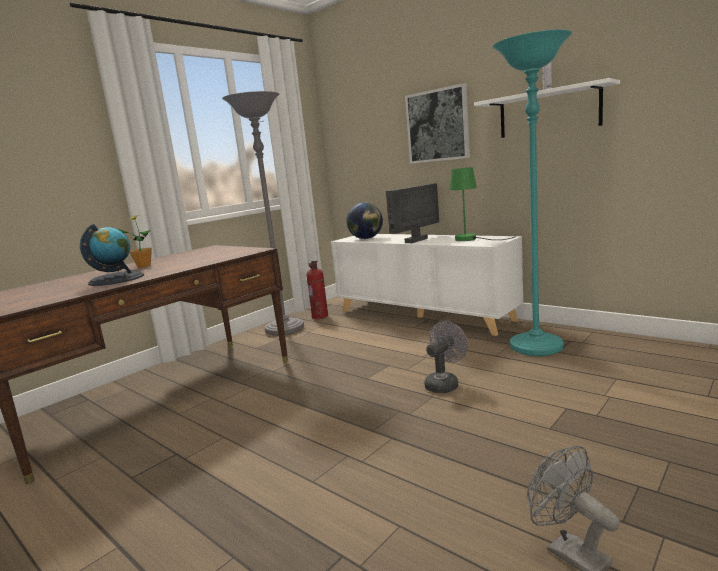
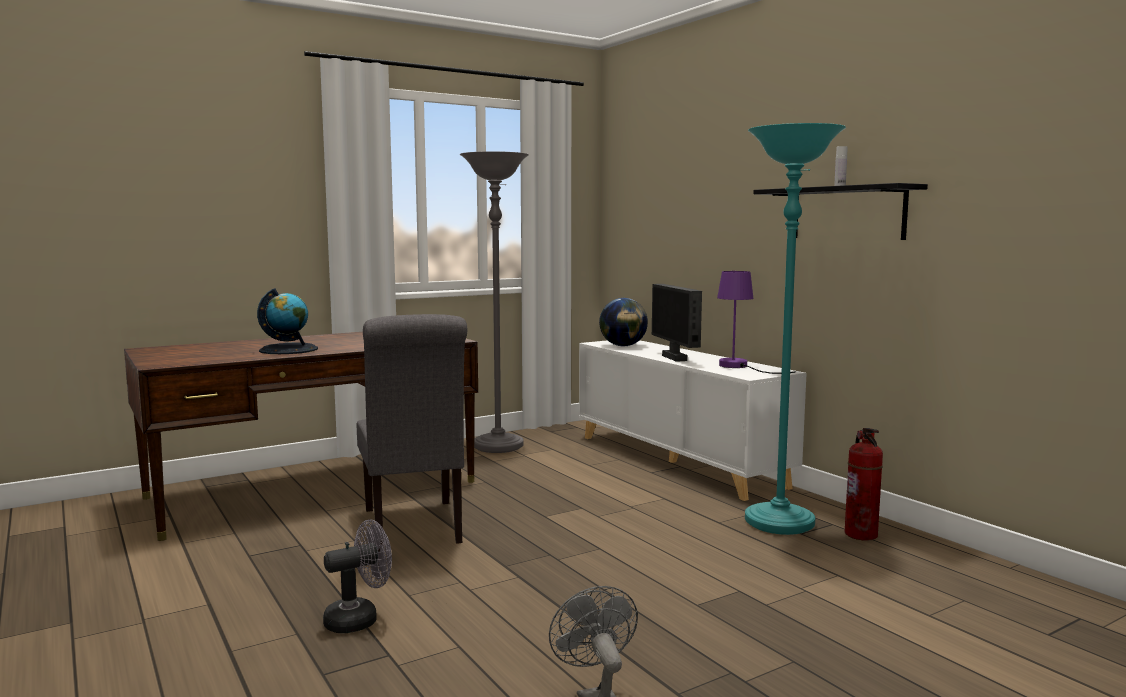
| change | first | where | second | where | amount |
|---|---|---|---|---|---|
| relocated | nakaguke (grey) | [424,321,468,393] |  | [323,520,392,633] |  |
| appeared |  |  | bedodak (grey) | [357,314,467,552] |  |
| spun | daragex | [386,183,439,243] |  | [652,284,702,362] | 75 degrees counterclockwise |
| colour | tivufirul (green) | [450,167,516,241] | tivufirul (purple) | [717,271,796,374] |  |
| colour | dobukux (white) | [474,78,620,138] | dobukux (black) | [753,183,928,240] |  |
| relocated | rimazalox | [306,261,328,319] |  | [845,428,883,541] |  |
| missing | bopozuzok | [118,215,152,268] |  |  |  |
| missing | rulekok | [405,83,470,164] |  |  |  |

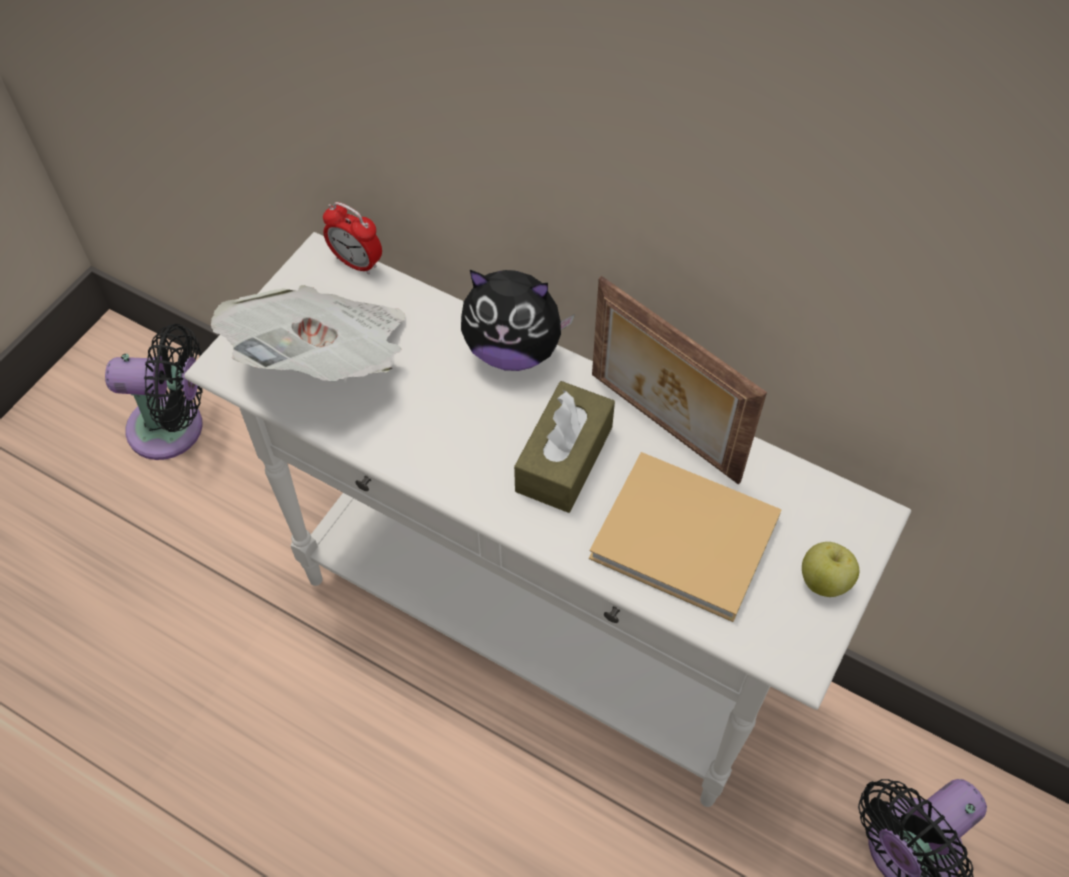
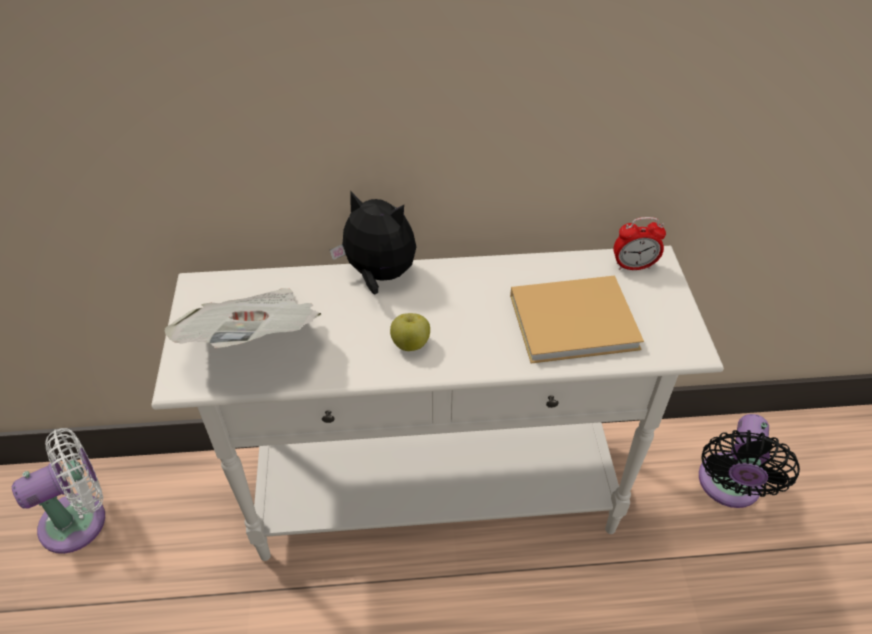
| change | first | where | second | where | amount |
|---|---|---|---|---|---|
| colour | nakaguke (black) | [105,324,203,460] | nakaguke (white) | [12,428,105,554] |  |
| spun | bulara | [461,270,575,371] |  | [330,190,416,294] | 135 degrees counterclockwise |
| relocated | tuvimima | [802,542,859,597] |  | [390,313,430,351] |  |
| relocated | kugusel | [323,202,382,275] |  | [613,217,666,270] |  |
| missing | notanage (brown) | [514,381,615,513] |  |  |  |
| missing | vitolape | [592,276,767,484] |  |  |  |

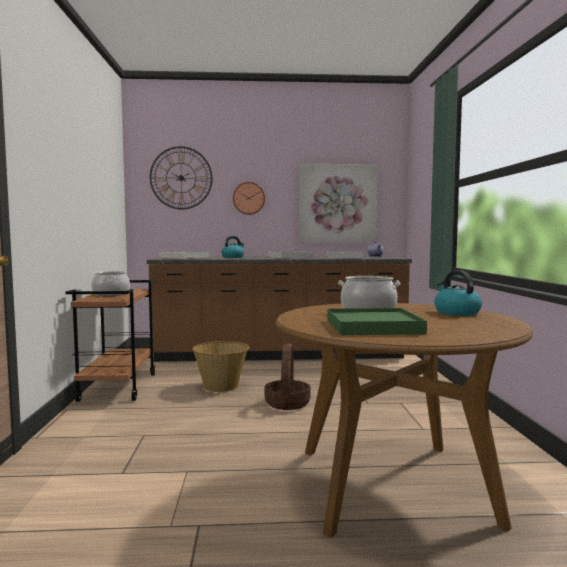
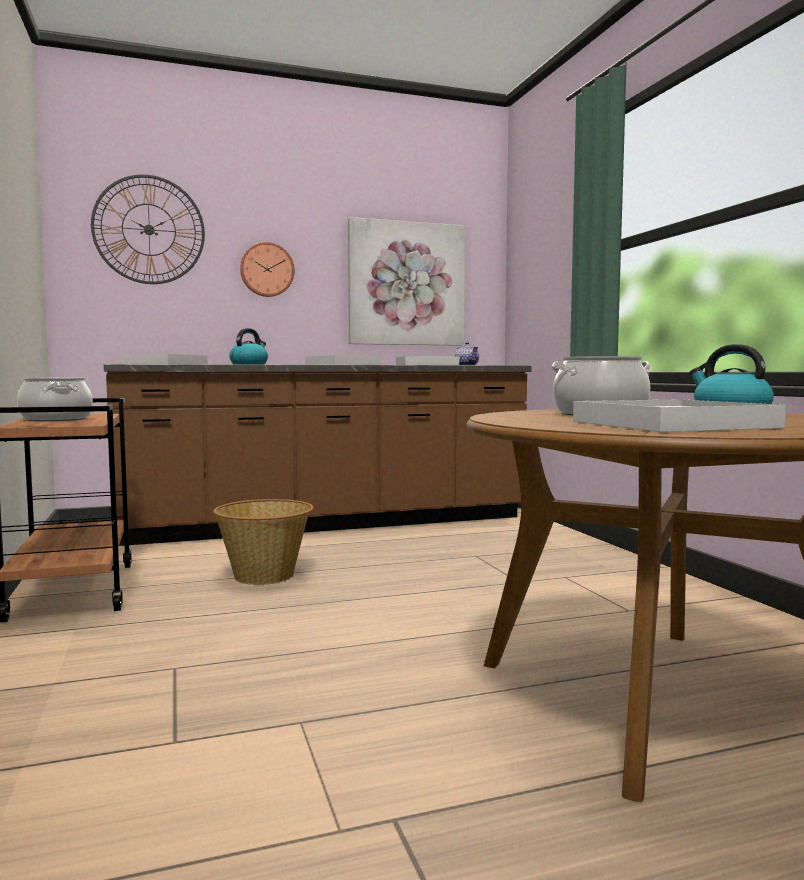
| change | first | where | second | where | amount |
|---|---|---|---|---|---|
| colour | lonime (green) | [327,308,427,335] | lonime (white) | [573,399,786,432] |  |
| missing | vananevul | [265,344,311,410] |  |  |  |

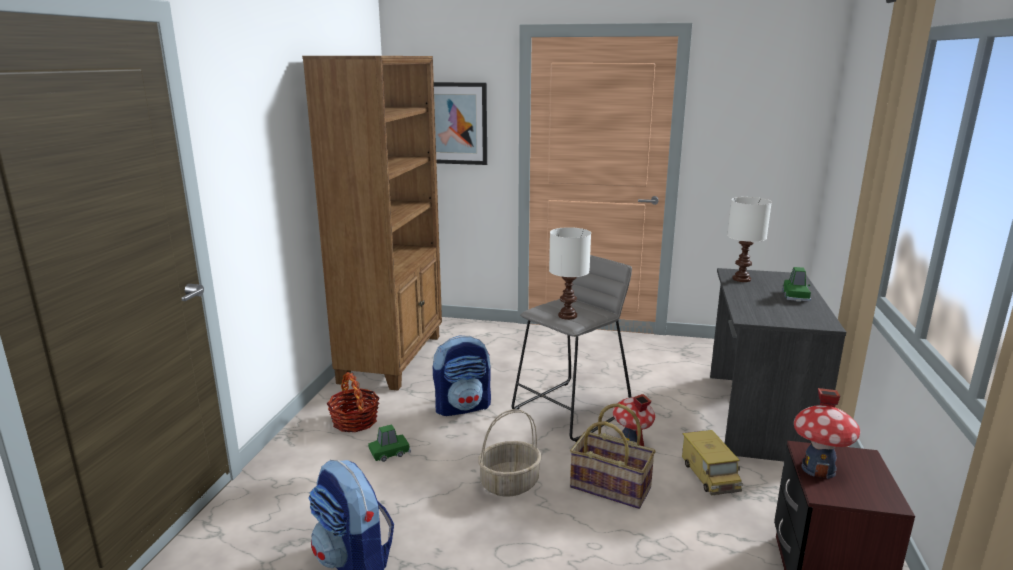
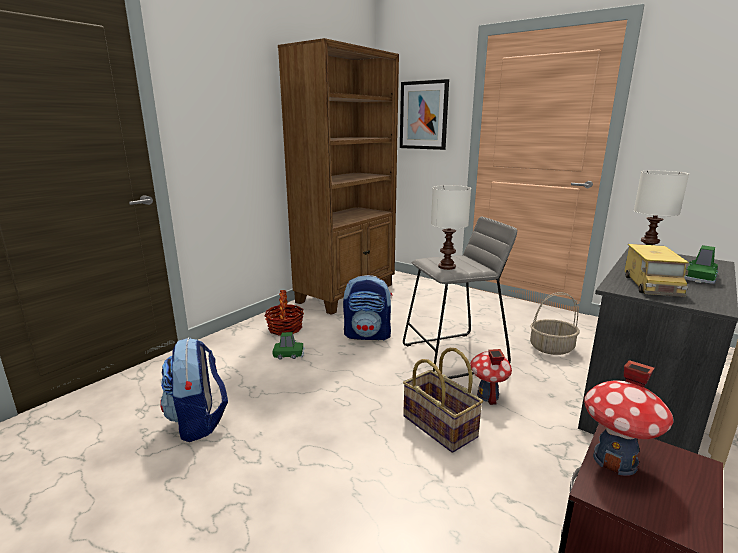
| change | first | where | second | where | amount |
|---|---|---|---|---|---|
| relocated | vananevul | [478,409,541,497] |  | [530,292,580,355] |  |
| relocated | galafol | [682,430,743,496] |  | [624,244,689,297] |  |

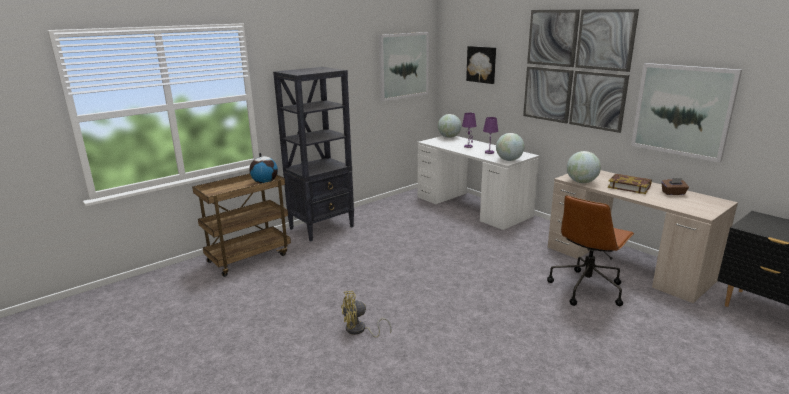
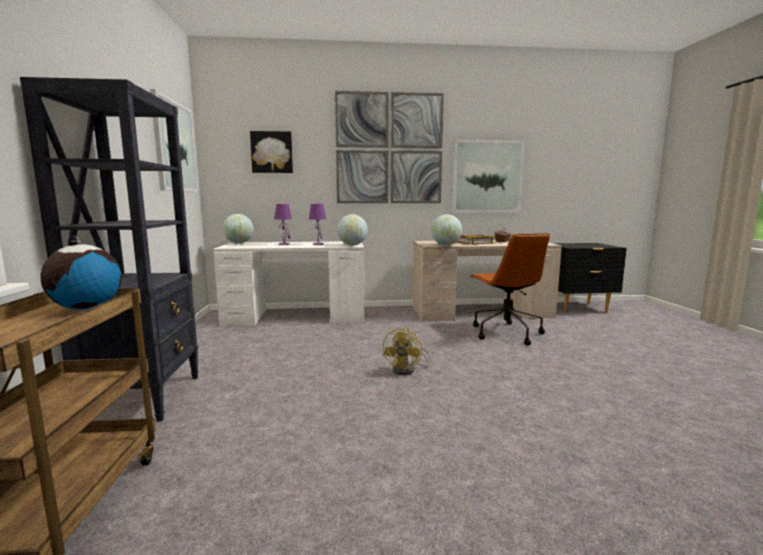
| change | first | where | second | where | amount |
|---|---|---|---|---|---|
| relocated | nakaguke (yellow) | [341,291,392,338] |  | [383,327,430,375] |  |

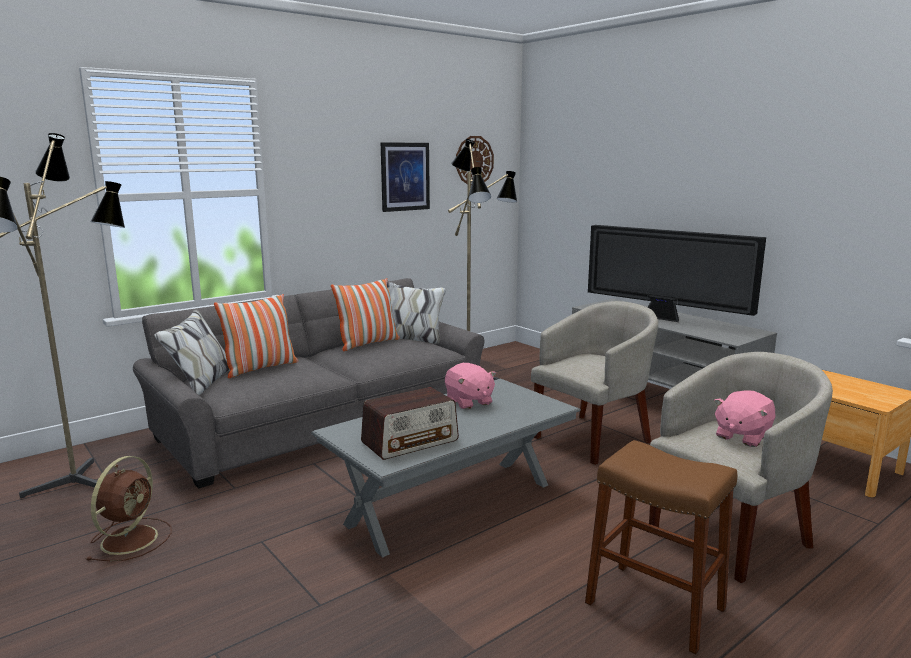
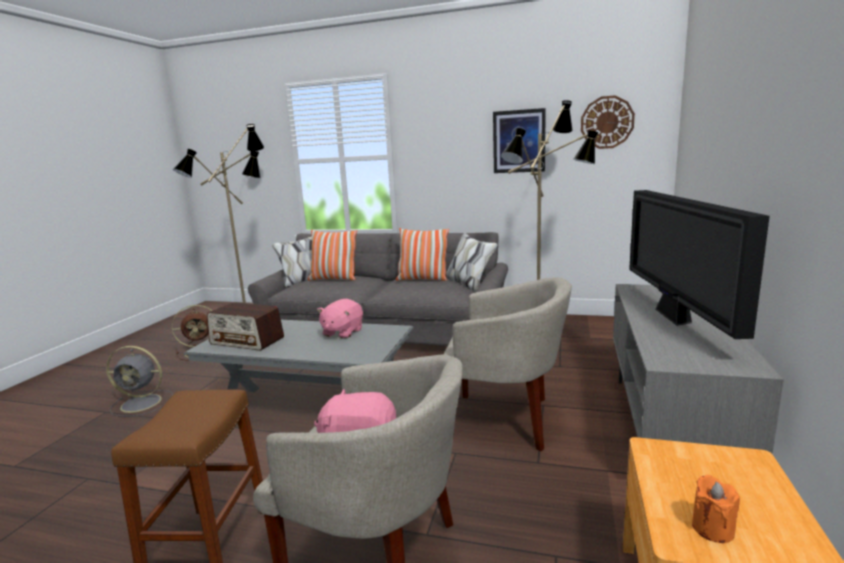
| change | first | where | second | where | amount |
|---|---|---|---|---|---|
| appeared |  |  | nakaguke (grey) | [106,346,173,417] |  |
| appeared |  |  | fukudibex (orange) | [692,475,740,543] |  |

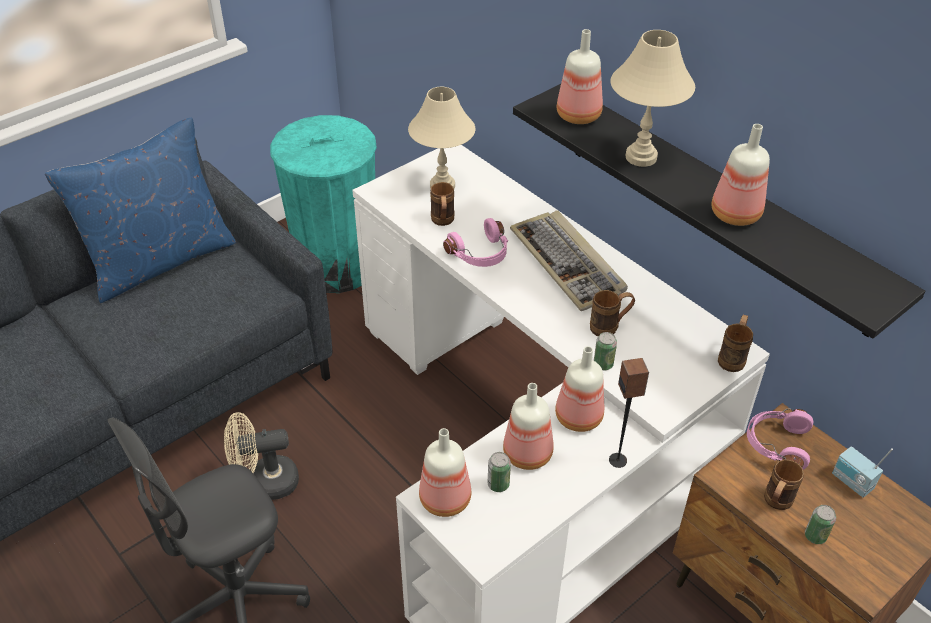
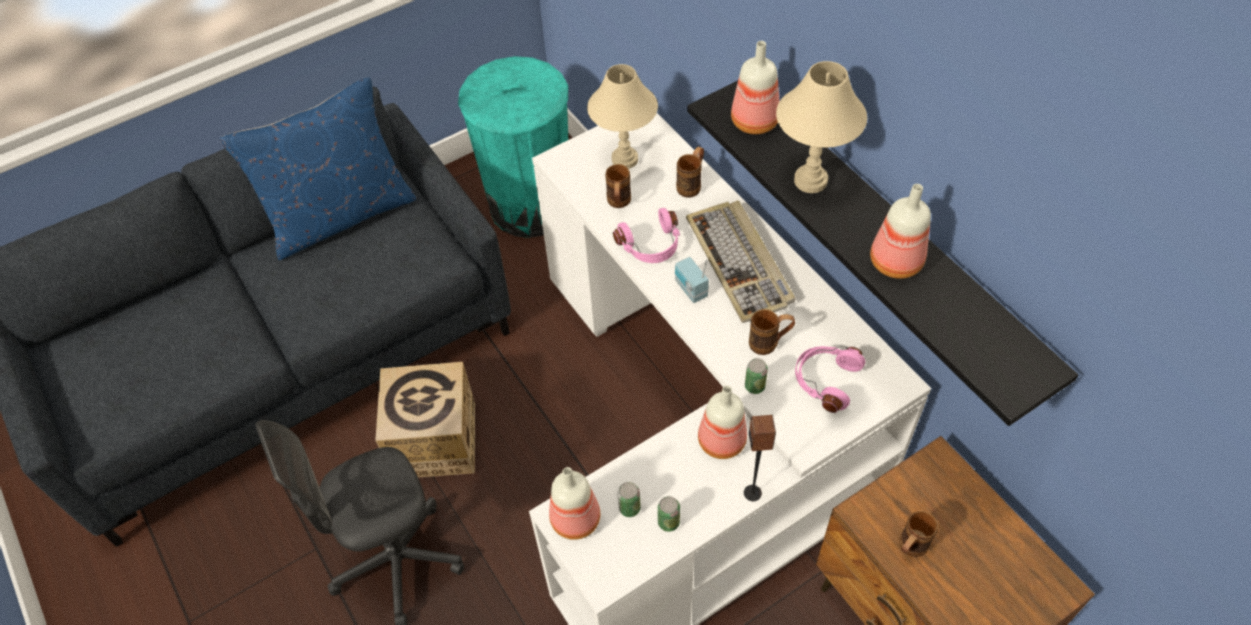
| change | first | where | second | where | amount |
|---|---|---|---|---|---|
| exchanged | nakaguke (beige) | [224,412,299,500] | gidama | [375,362,475,477] |  |
| relocated | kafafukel | [805,505,836,544] |  | [658,496,680,532] |  |
| relocated | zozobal | [832,446,893,498] |  | [675,257,709,303] |  |
| relocated | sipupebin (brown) | [718,315,753,372] |  | [676,146,704,198] |  |
| relocated | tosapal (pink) | [747,408,813,470] |  | [795,345,865,413] |  |
| missing | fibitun | [503,383,554,470] |  |  |  |

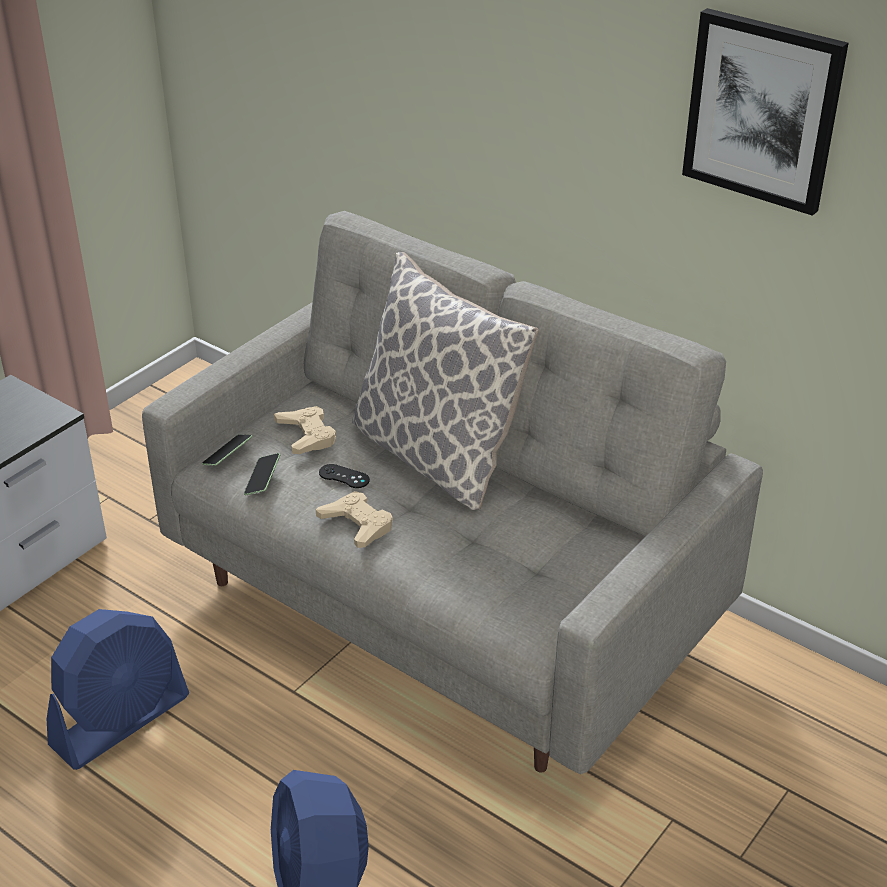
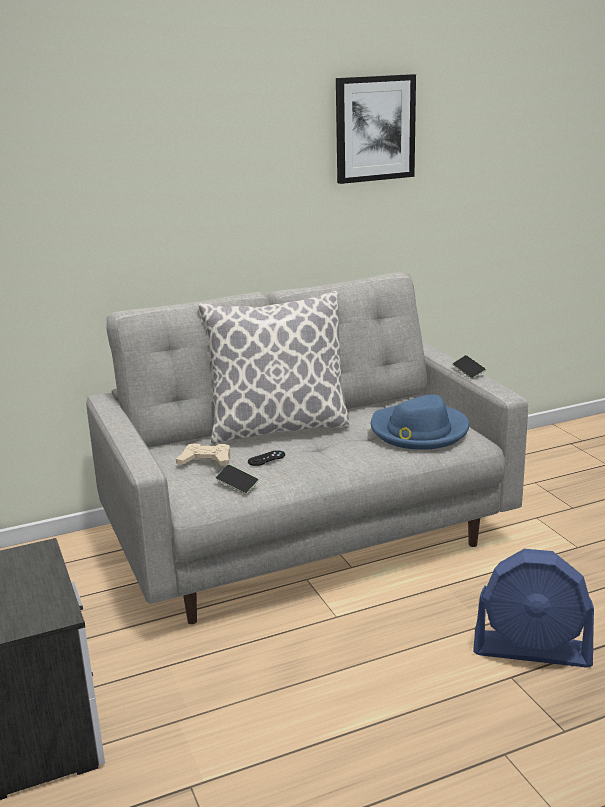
| change | first | where | second | where | amount |
|---|---|---|---|---|---|
| appeared |  |  | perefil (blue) | [371,394,469,450] |  |
| relocated | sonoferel | [202,434,253,466] |  | [452,355,486,379] |  |
| missing | nakaguke (blue) | [47,609,189,770] |  |  |  |
| missing | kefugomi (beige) | [316,491,393,548] |  |  |  |

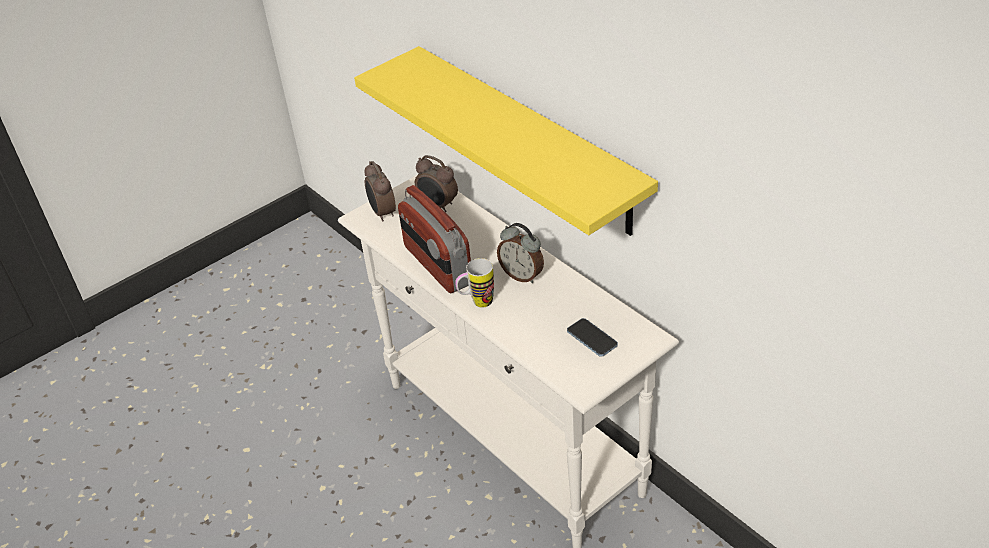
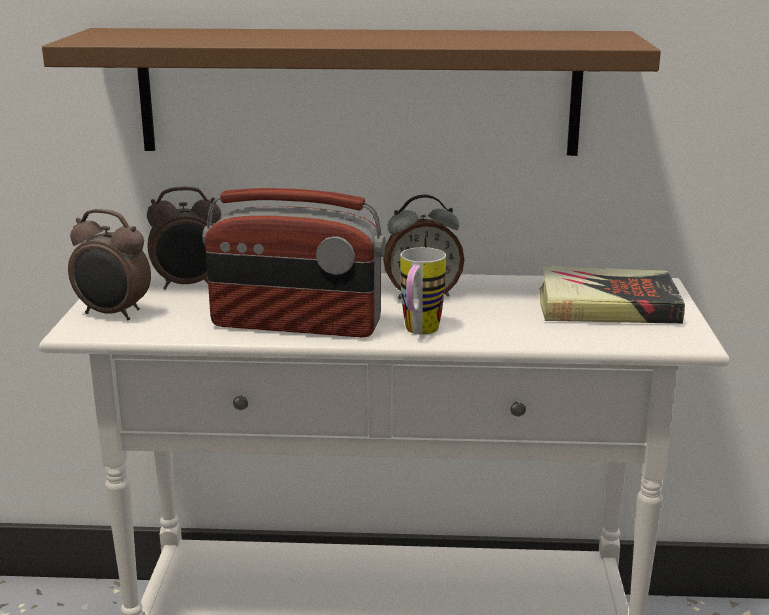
| change | first | where | second | where | amount |
|---|---|---|---|---|---|
| colour | dobukux (yellow) | [354,46,658,236] | dobukux (brown) | [42,28,661,156] |  |
| exchanged | sonoferel | [567,318,618,357] | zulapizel | [540,266,685,324] |  |

